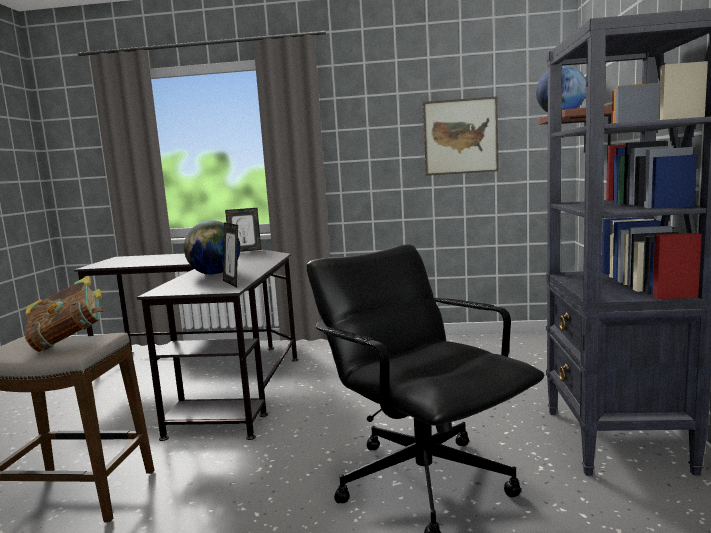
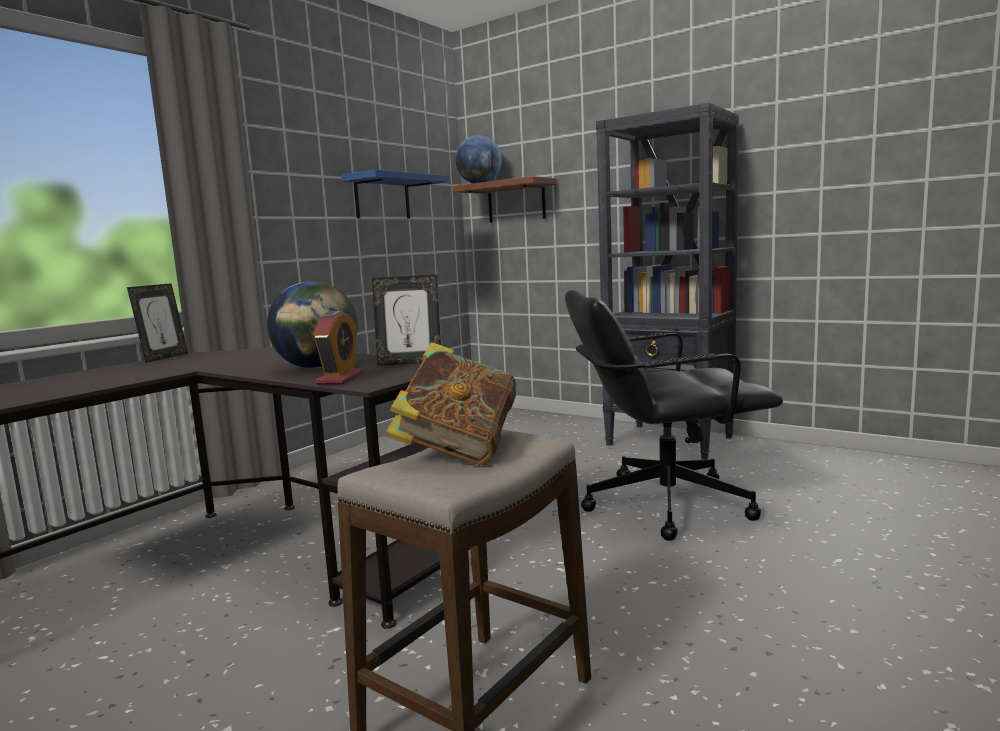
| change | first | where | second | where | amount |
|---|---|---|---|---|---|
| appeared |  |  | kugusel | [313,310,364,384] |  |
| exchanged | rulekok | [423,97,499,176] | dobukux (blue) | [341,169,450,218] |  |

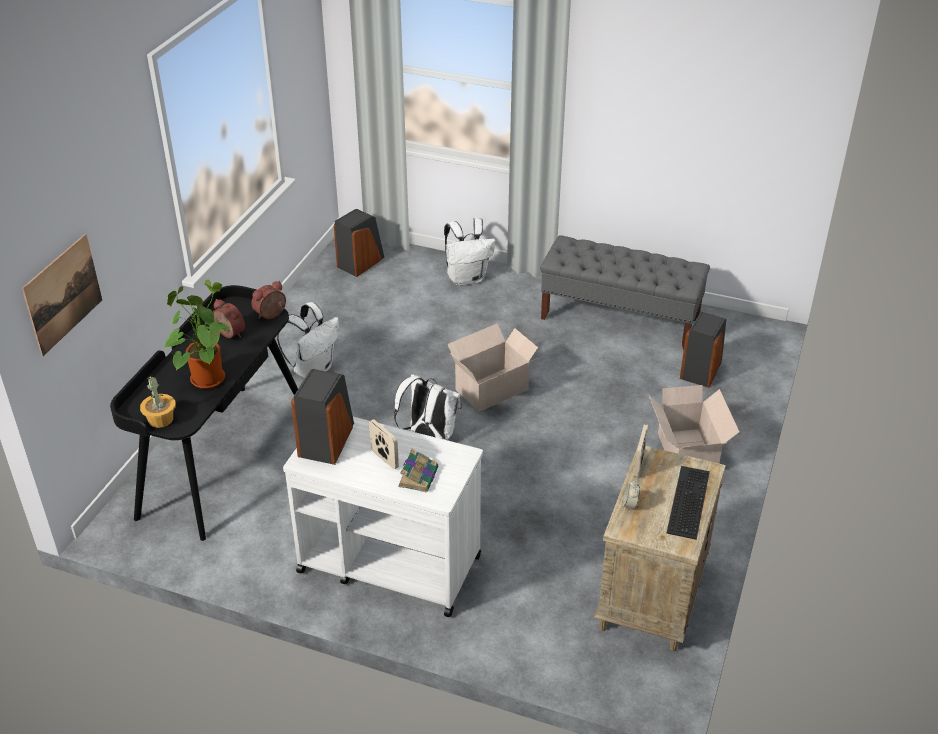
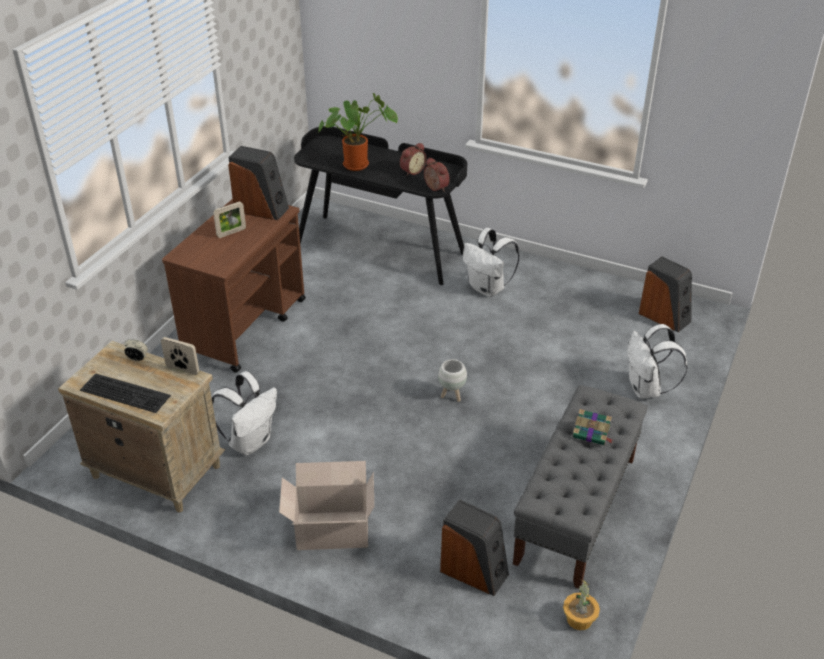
| change | first | where | second | where | amount |
|---|---|---|---|---|---|
| colour | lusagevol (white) | [283,417,483,617] | lusagevol (brown) | [162,199,306,373] |  |
| relocated | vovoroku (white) | [394,374,462,440] |  | [211,371,277,455] |  |
| exchanged | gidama | [448,323,538,412] | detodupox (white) | [438,359,467,402] |  |
| relocated | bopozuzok | [140,375,176,428] |  | [563,580,600,630] |  |
| relocated | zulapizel | [398,449,438,492] |  | [573,409,612,445] |  |
| missing | rulekok | [22,234,102,356] |  |  |  |

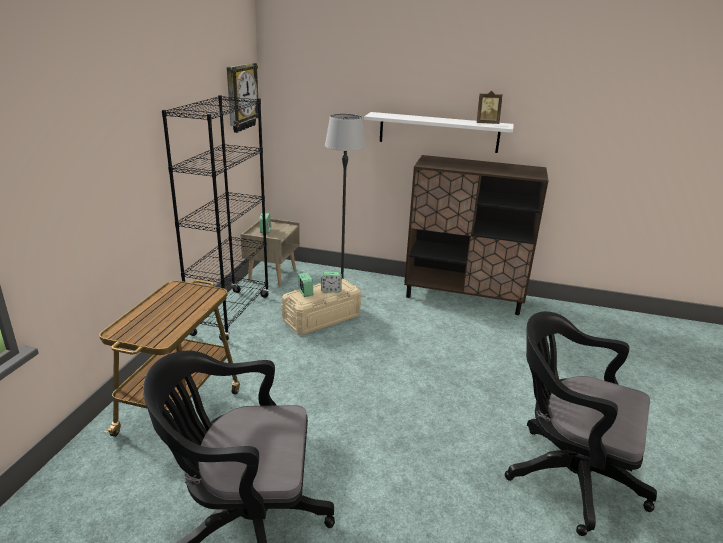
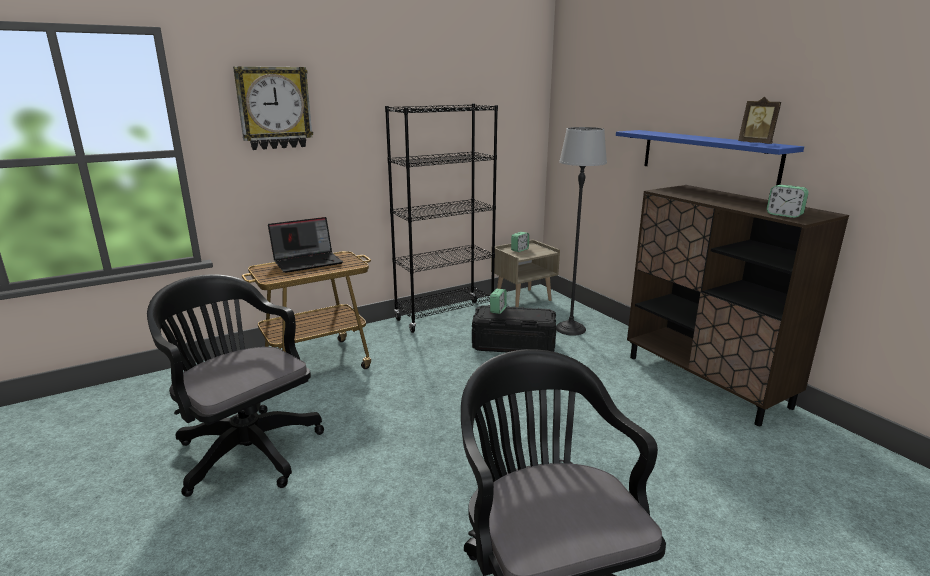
| change | first | where | second | where | amount |
|---|---|---|---|---|---|
| relocated | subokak | [227,63,258,133] |  | [233,66,313,150] |  |
| appeared |  |  | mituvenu | [268,217,343,273] |  |
| colour | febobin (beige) | [282,279,361,335] | febobin (black) | [472,306,556,352] |  |
| colour | dobukux (white) | [364,112,514,153] | dobukux (blue) | [616,130,804,185] |  |
| relocated | kugusel | [321,272,342,293] |  | [767,185,809,218] |  |

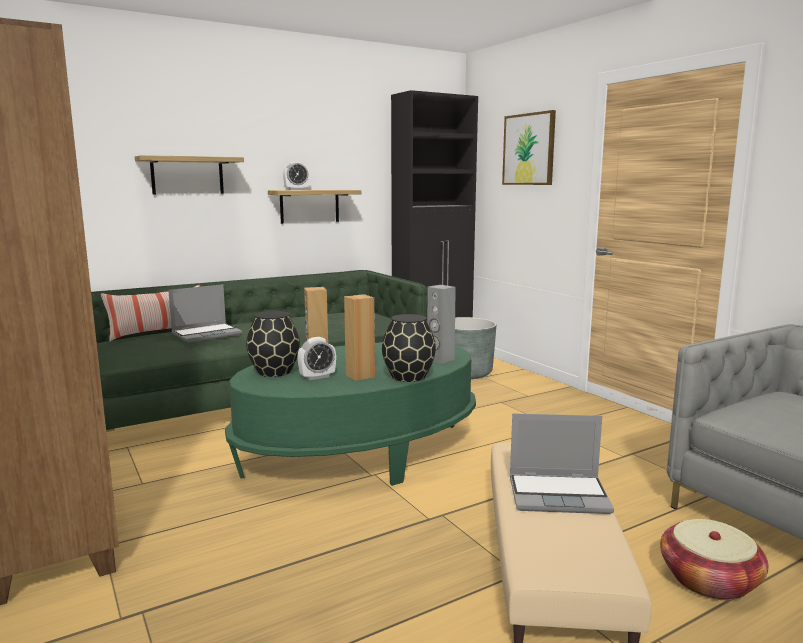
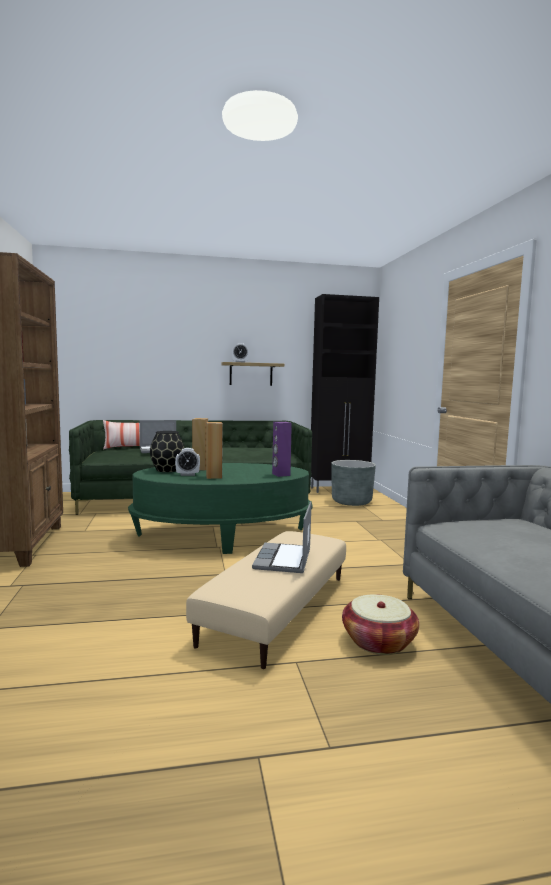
| change | first | where | second | where | amount |
|---|---|---|---|---|---|
| spun | mituvenu | [510,413,614,514] |  | [252,502,312,573] | 75 degrees clockwise |
| colour | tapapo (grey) | [427,285,456,364] | tapapo (purple) | [272,422,292,477] |  |
| missing | dobukux | [135,155,244,194] |  |  |  |
| missing | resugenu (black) | [382,314,436,382] |  |  |  |
| missing | rulekok | [502,110,556,185] |  |  |  |

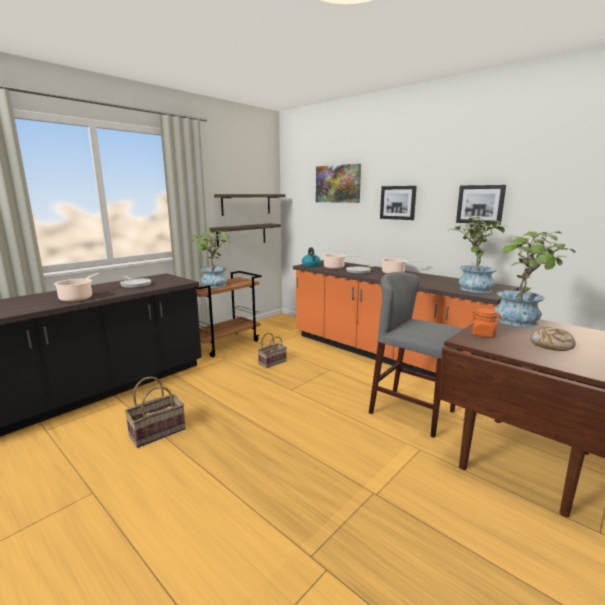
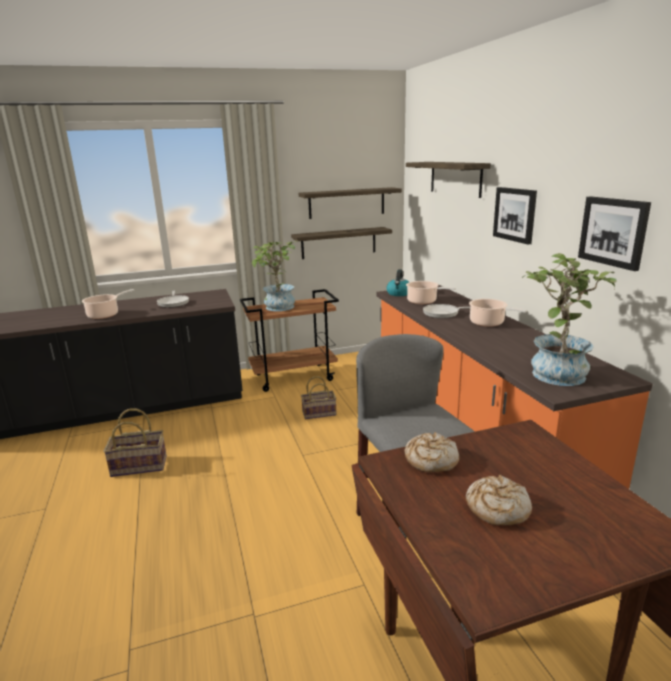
| change | first | where | second | where | amount |
|---|---|---|---|---|---|
| exchanged | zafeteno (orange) | [470,309,502,338] | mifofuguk | [405,432,459,472] |  |
| exchanged | rulekok | [316,164,361,203] | dobukux | [406,162,491,198] |  |
| missing | bopozuzok | [494,231,575,327] |  |  |  |

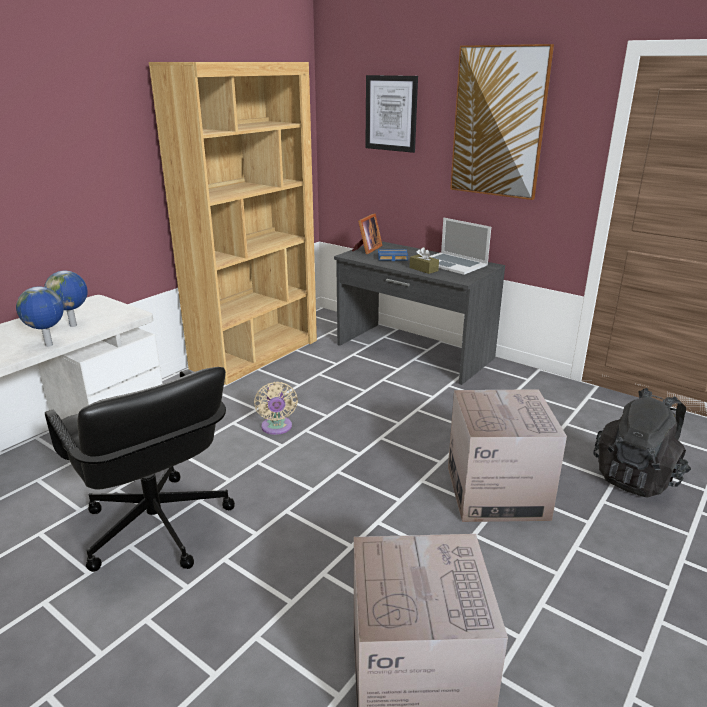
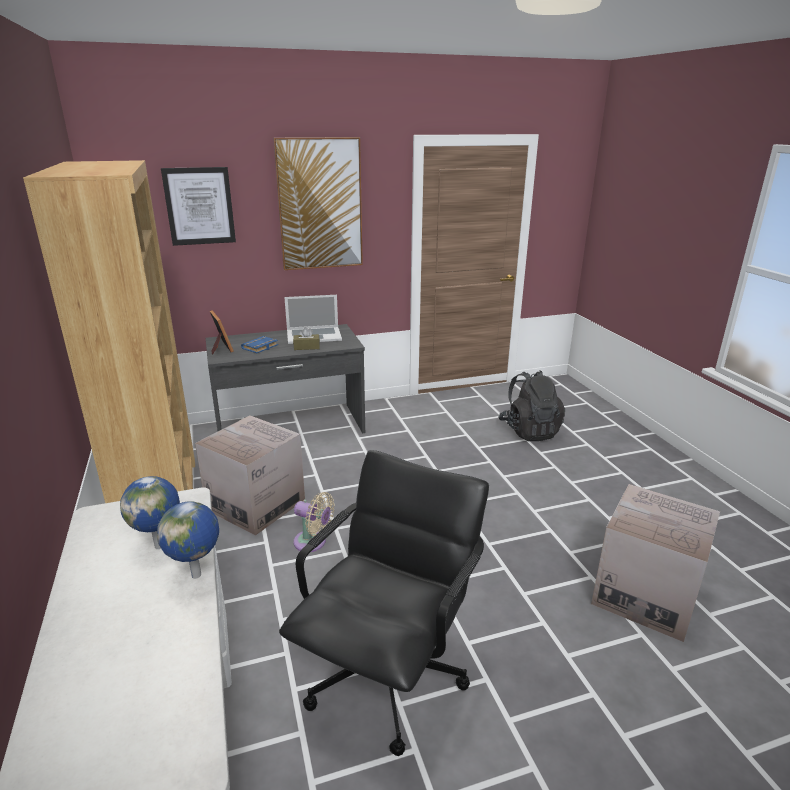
| change | first | where | second | where | amount |
|---|---|---|---|---|---|
| relocated | gidama | [448,389,567,522] |  | [195,415,305,535] |  |
| spun | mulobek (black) | [45,367,235,572] |  | [279,450,489,756] | 60 degrees counterclockwise |

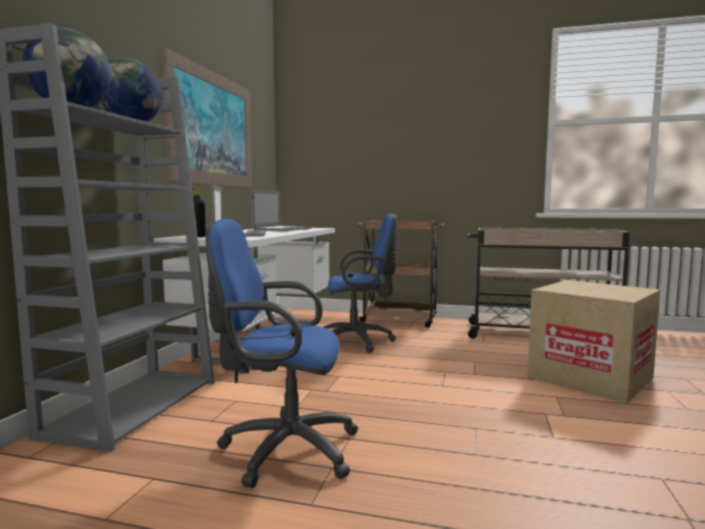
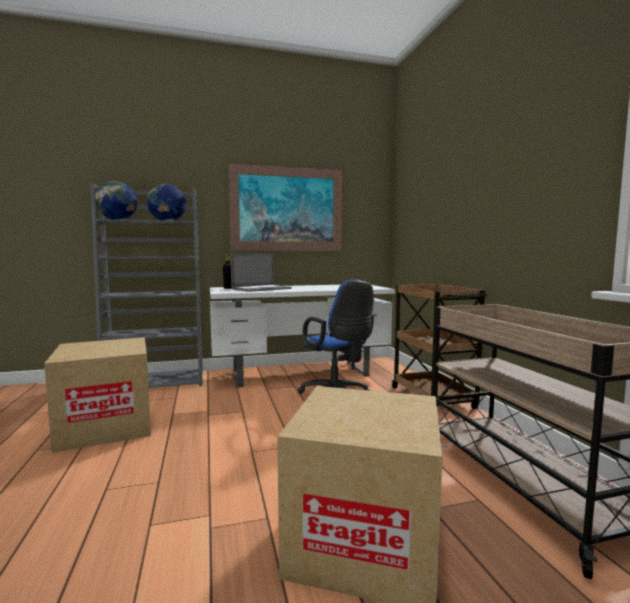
| change | first | where | second | where | amount |
|---|---|---|---|---|---|
| exchanged | mulobek (blue) | [206,219,358,488] | gidama | [44,337,151,453] |  |
| missing | mituvenu | [251,189,312,231] |  |  |  |

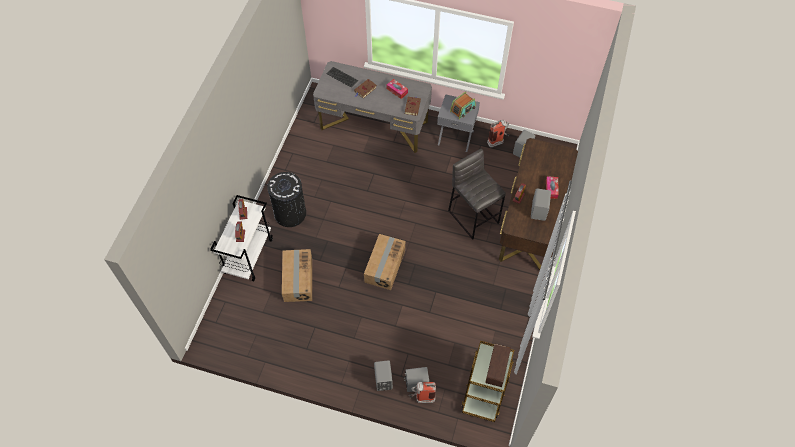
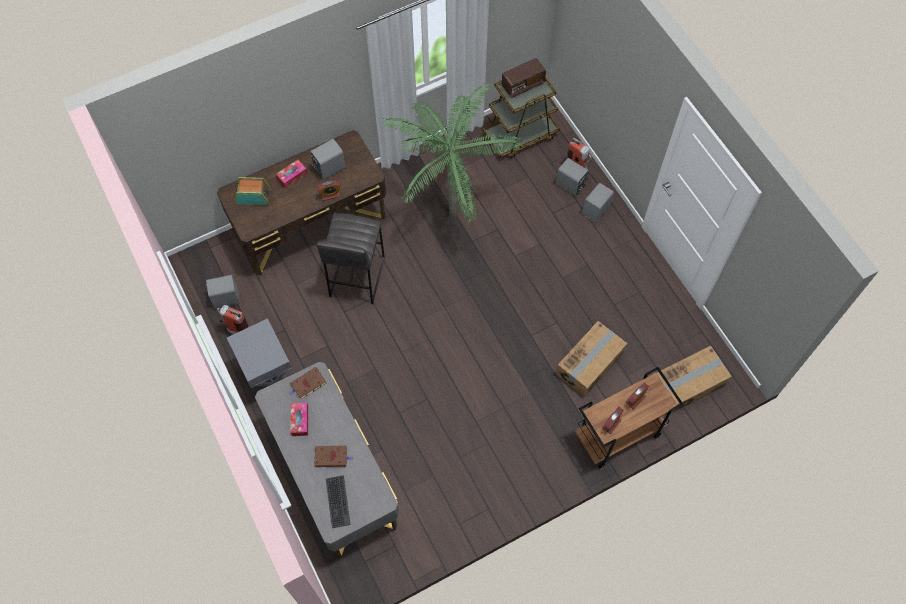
| change | first | where | second | where | amount |
|---|---|---|---|---|---|
| relocated | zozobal | [450,92,476,119] |  | [235,177,271,205] |  |
| appeared |  |  | bopozuzok | [381,83,522,224] |  |
| colour | lusagevol (white) | [210,195,273,281] | lusagevol (brown) | [575,367,684,468] |  |
| relocated | gidama | [364,234,405,290] |  | [657,346,732,413] |  |
| missing | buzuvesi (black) | [267,172,306,227] |  |  |  |

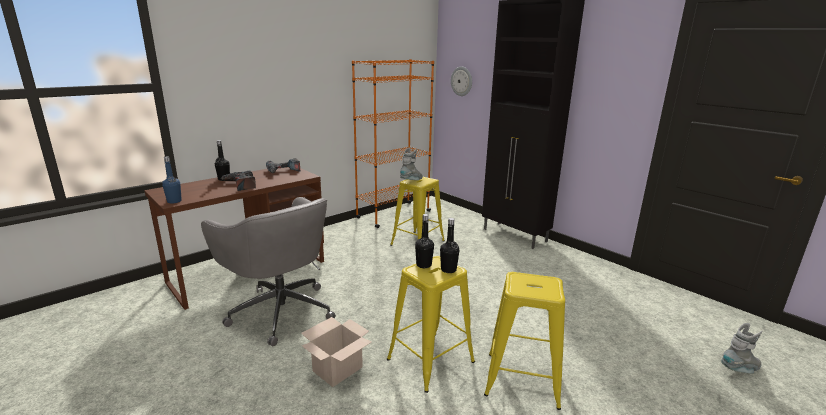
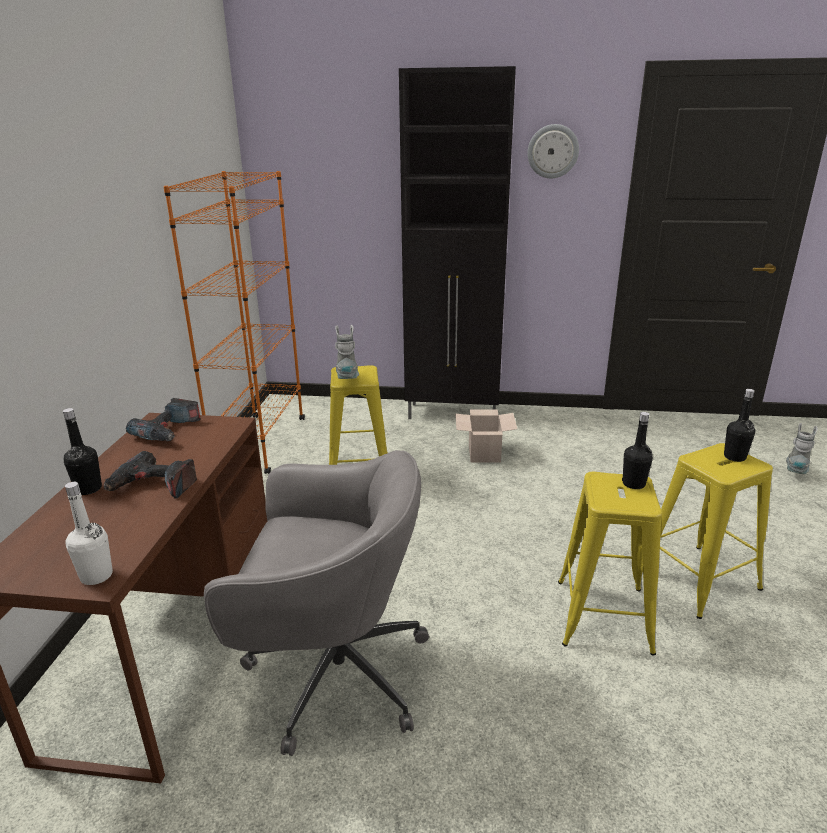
| change | first | where | second | where | amount |
|---|---|---|---|---|---|
| colour | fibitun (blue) | [162,157,182,204] | fibitun (white) | [65,482,113,585] |  |
| relocated | gidama | [301,317,372,387] |  | [455,410,517,462] |  |
| relocated | subokak | [451,66,472,96] |  | [527,124,579,178] |  |
| relocated | fibitun (black) | [415,214,434,268] |  | [724,389,755,462] |  |

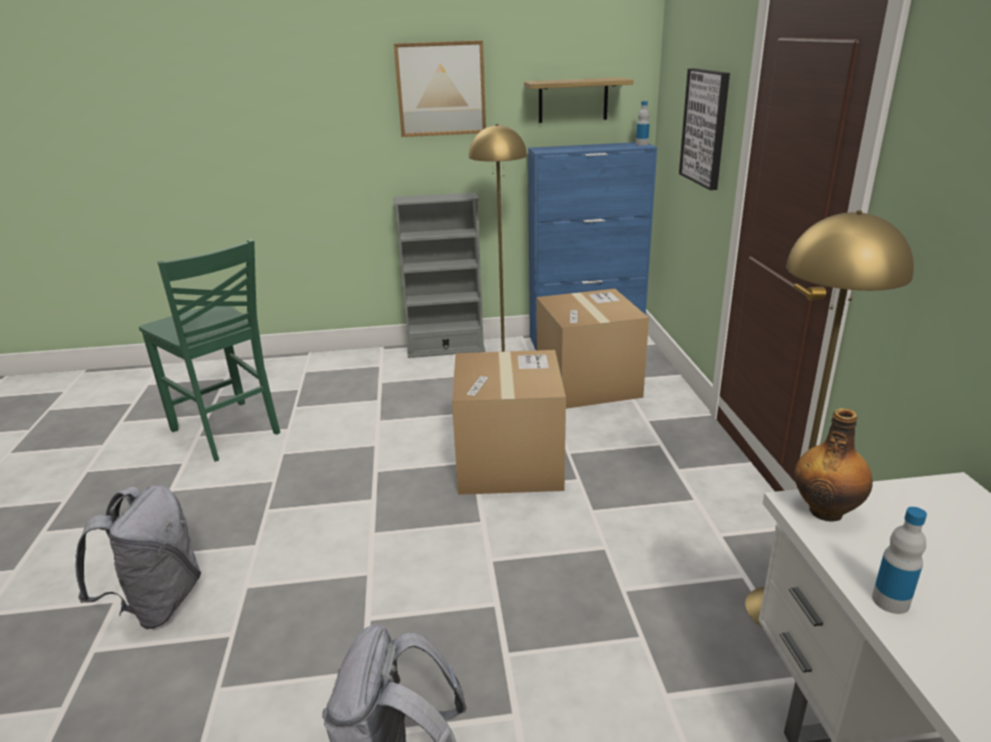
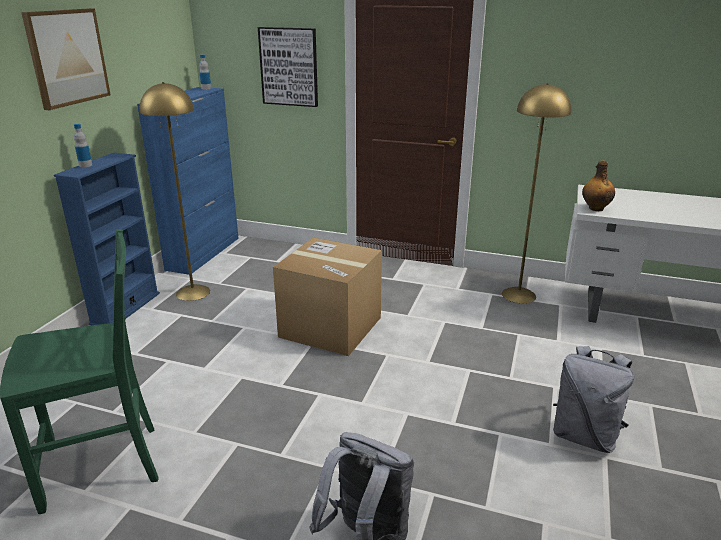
| change | first | where | second | where | amount |
|---|---|---|---|---|---|
| colour | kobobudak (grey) | [393,192,485,358] | kobobudak (blue) | [54,153,160,325] |  |
| relocated | fibitun | [872,507,927,614] |  | [74,124,92,167] |  |
| missing | dobukux | [524,77,634,123] |  |  |  |
| missing | gidama | [537,289,649,409] |  |  |  |

